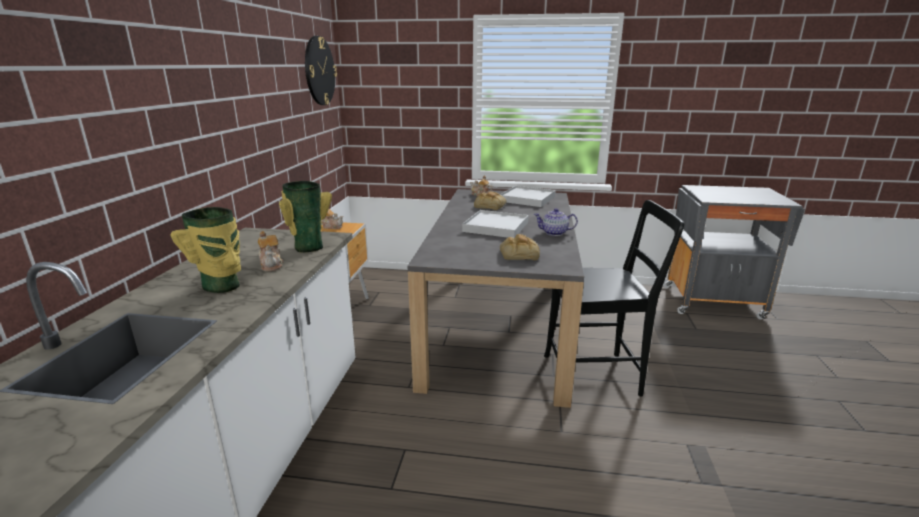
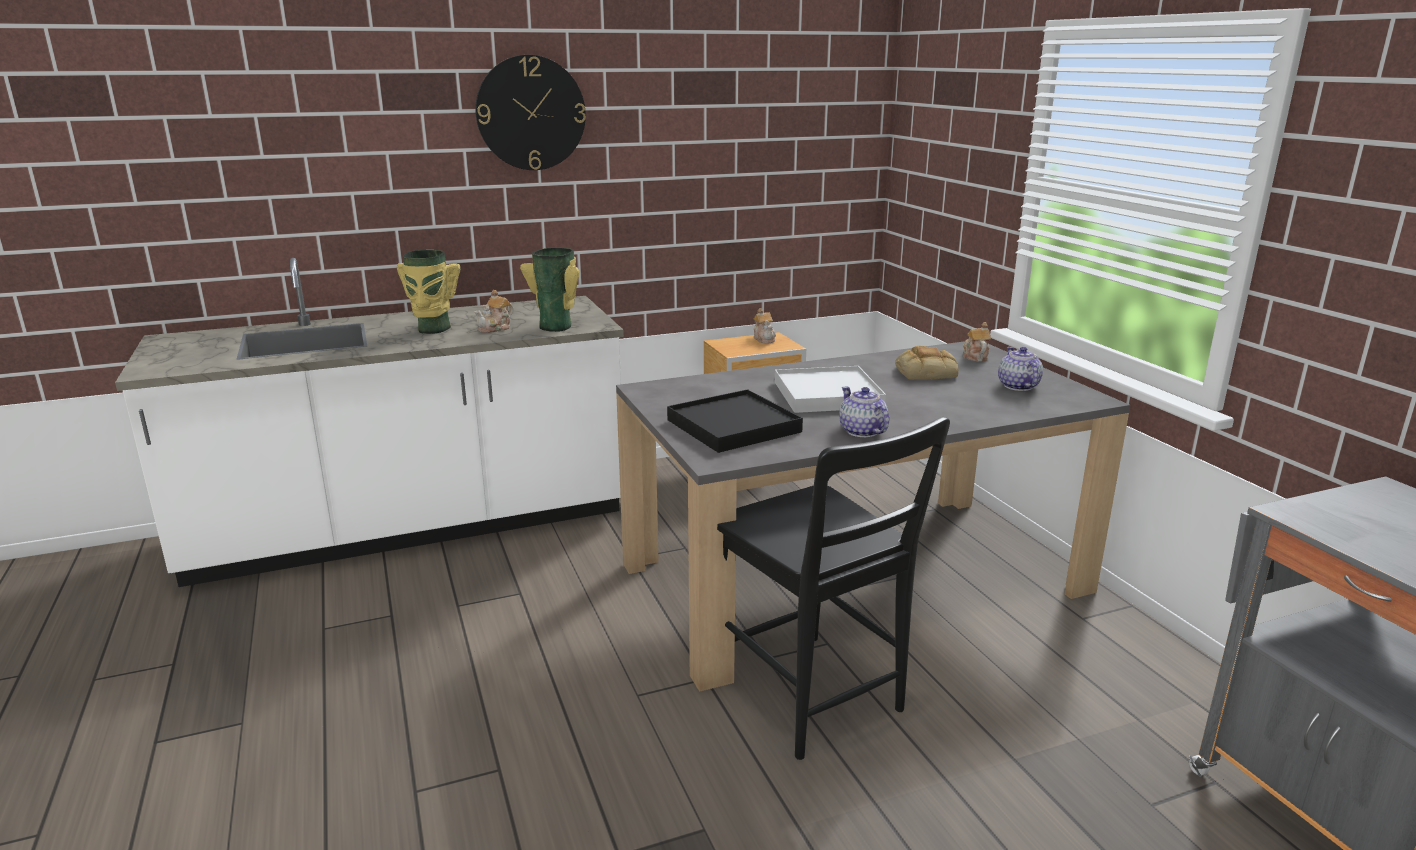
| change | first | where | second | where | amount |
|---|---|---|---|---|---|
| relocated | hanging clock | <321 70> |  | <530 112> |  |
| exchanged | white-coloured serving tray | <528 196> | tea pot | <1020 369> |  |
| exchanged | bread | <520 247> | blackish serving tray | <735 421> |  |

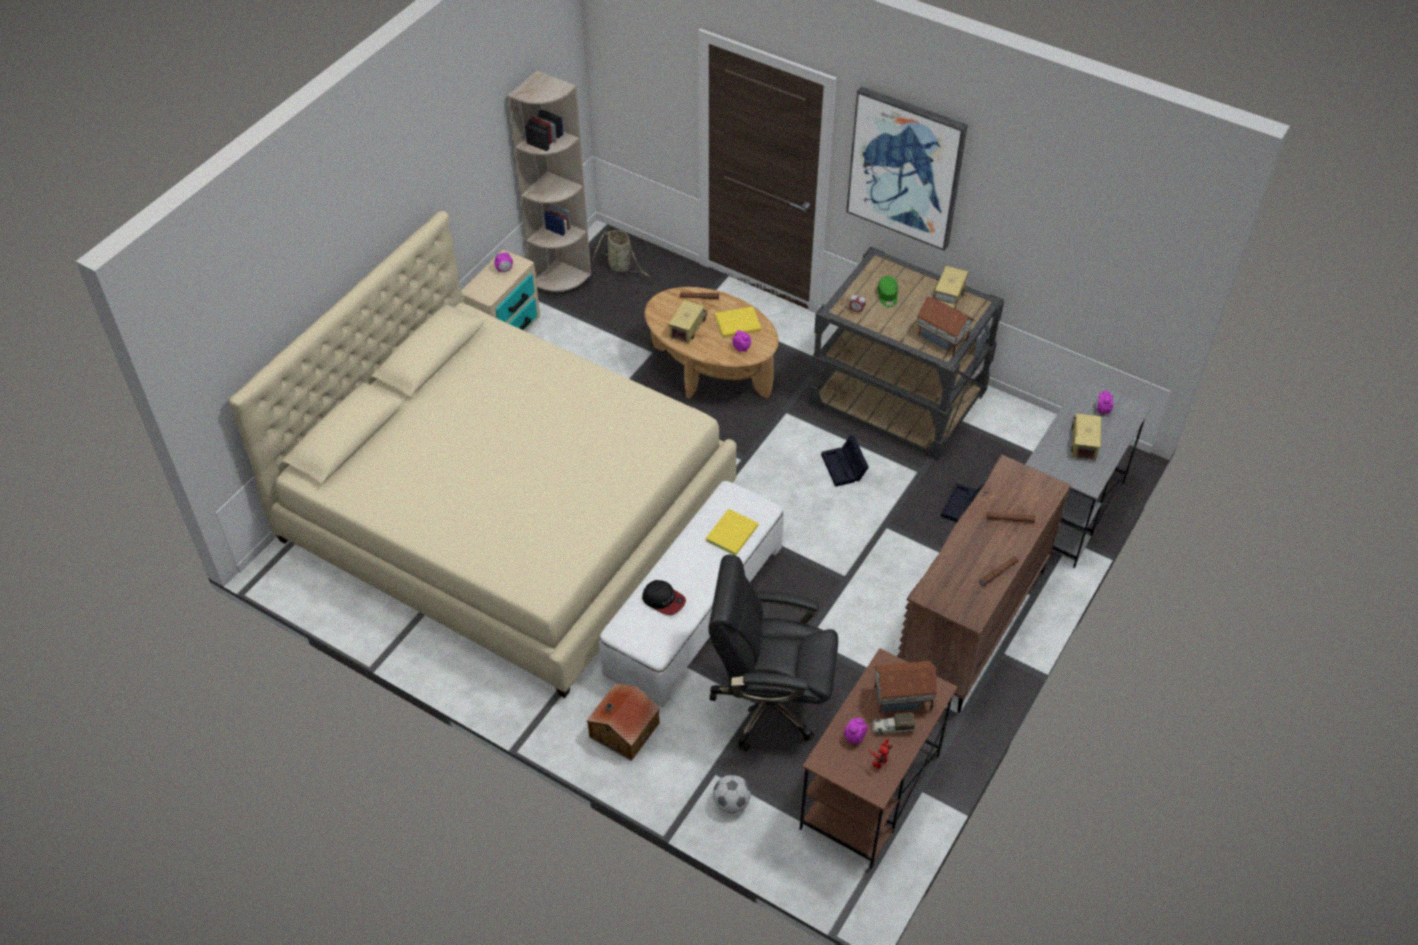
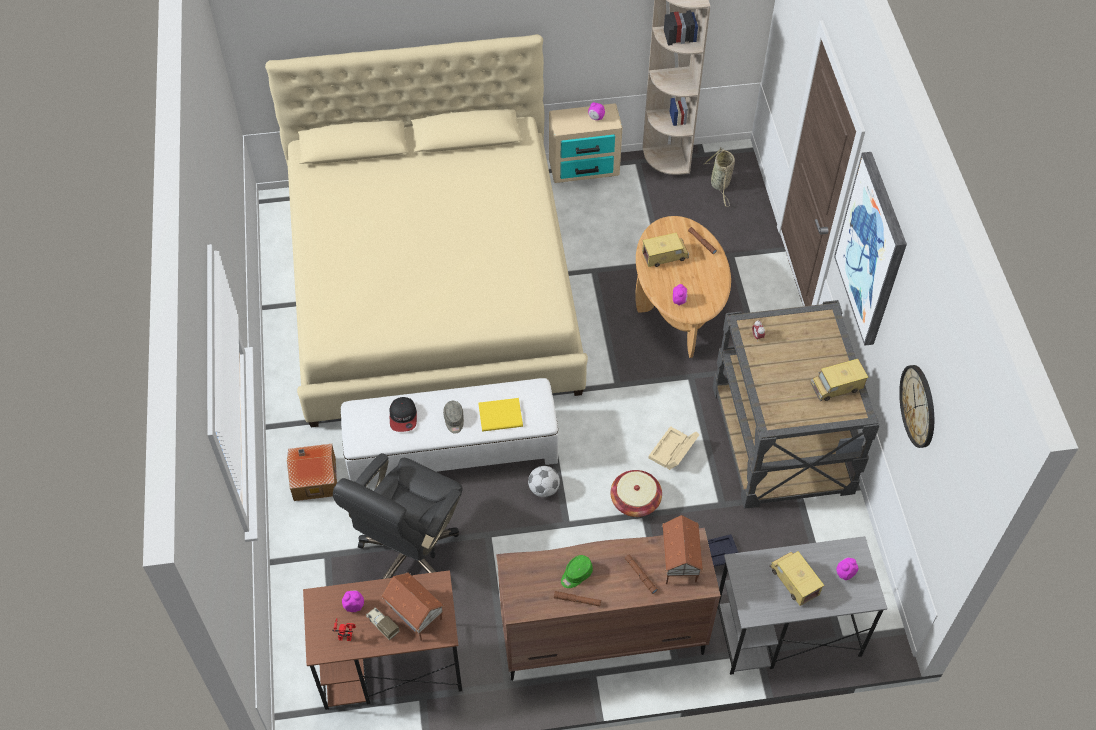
| change | first | where | second | where | amount |
|---|---|---|---|---|---|
| relocated | greenish peaked cap | <887 291> |  | <577 571> |  |
| relocated | model house | <946 326> |  | <682 549> |  |
| missing | yellow book | <738 321> |  |  |  |
| spun | model truck | <1086 437> |  | <797 578> | 90 degrees counterclockwise |
| colour | blackish storage box | <845 461> | beige storage box | <674 448> |  |
| spun | blackish office chair | <773 653> |  | <398 516> | 120 degrees counterclockwise |
| relocated | football ball | <732 794> |  | <544 481> |  |
| appeared |  |  | hanging clock | <916 406> |  |
| appeared |  |  | greyish peaked cap | <453 417> |  |
| appeared |  |  | basket | <636 493> |  |

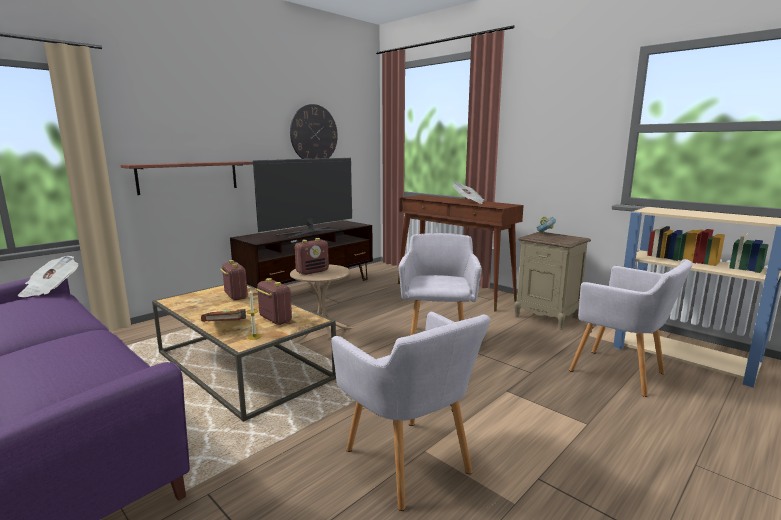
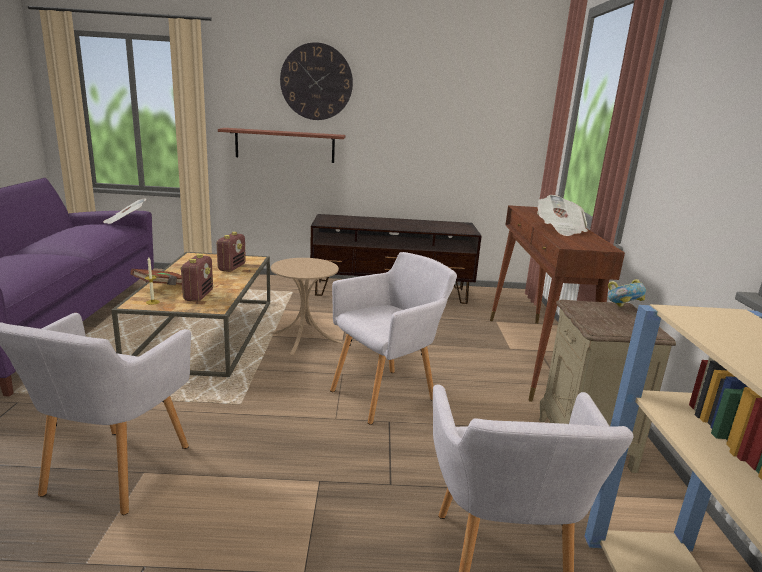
| change | first | where | second | where | amount |
|---|---|---|---|---|---|
| relocated | hanging clock | <314 131> |  | <316 81> |  |
| missing | TV set | <302 198> |  |  |  |
| missing | radio receiver | <312 256> |  |  |  |

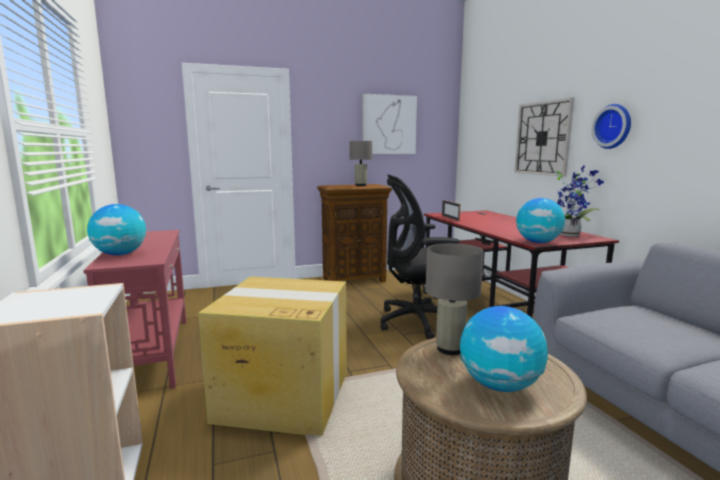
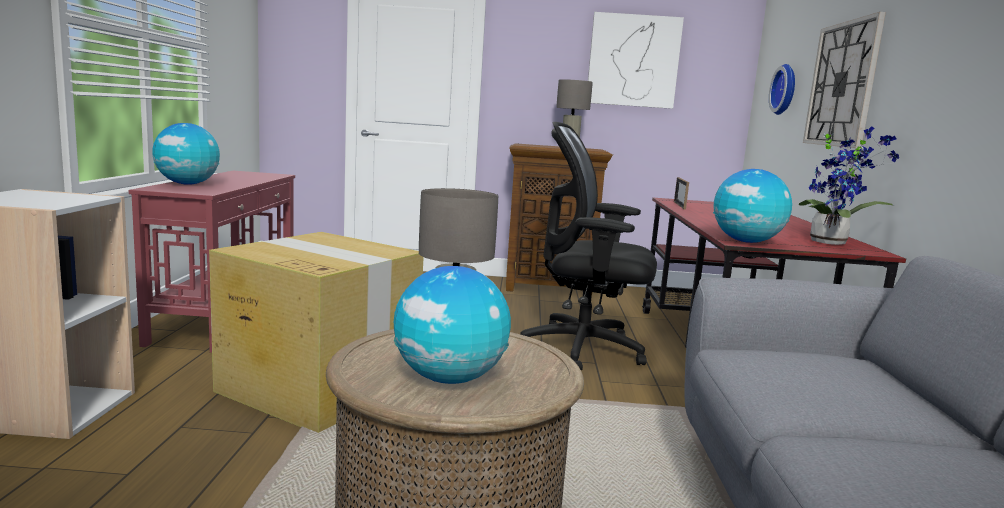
| change | first | where | second | where | amount |
|---|---|---|---|---|---|
| relocated | hanging clock | <611 126> |  | <782 89> |  |

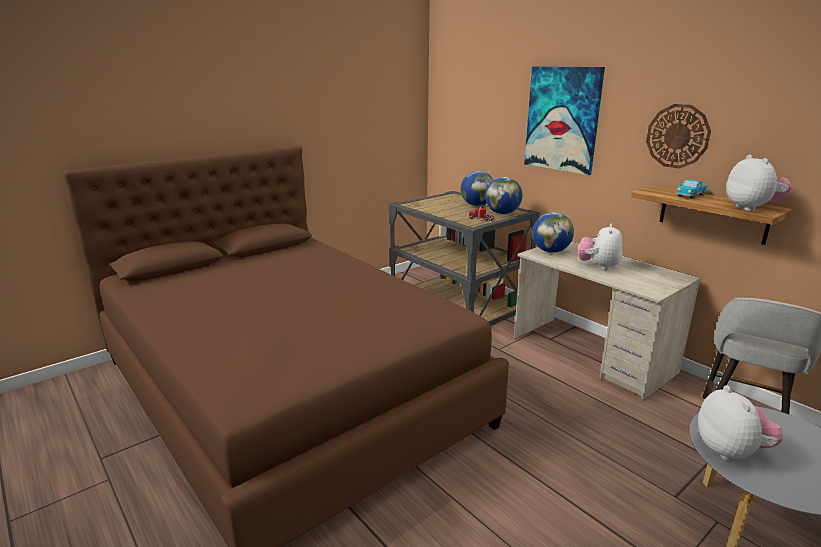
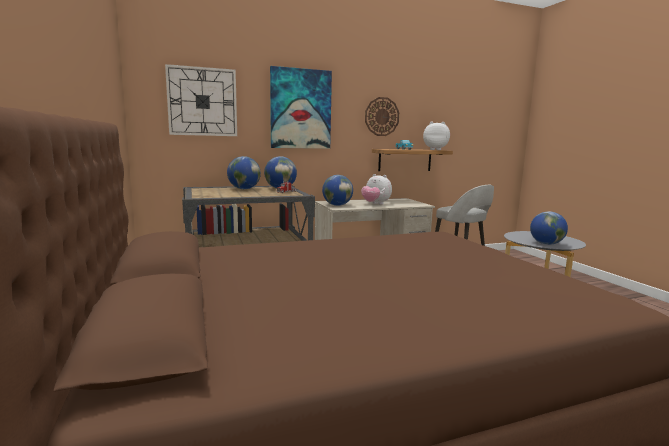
| change | first | where | second | where | amount |
|---|---|---|---|---|---|
| exchanged | soft toy | <740 423> | world globe | <549 228> |  |
| appeared |  |  | hanging clock | <201 100> |  |

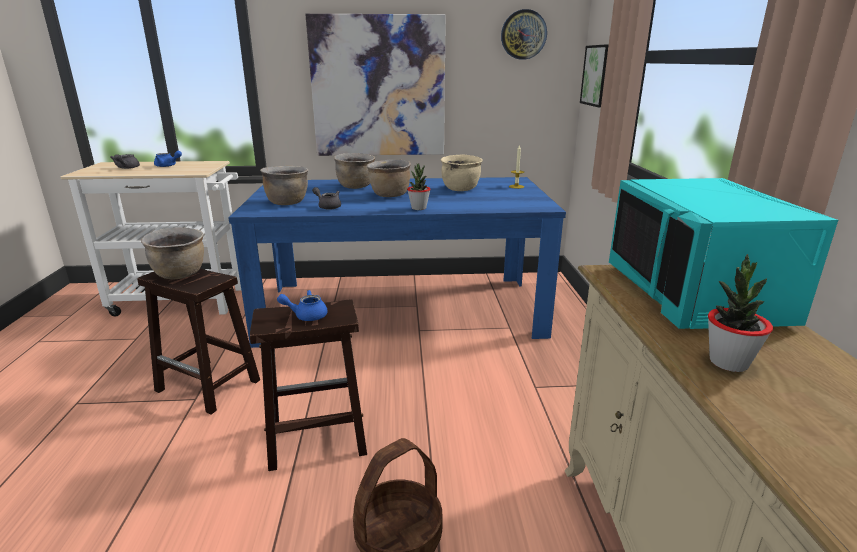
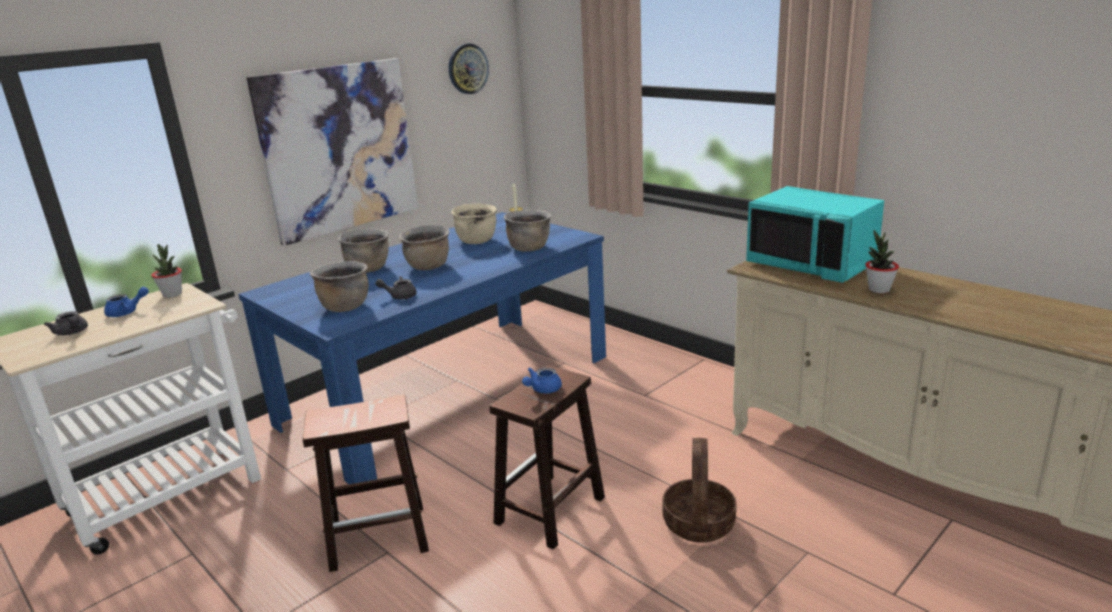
| change | first | where | second | where | amount |
|---|---|---|---|---|---|
| missing | wall picture | <594 76> |  |  |  |
| relocated | potted plant | <419 186> |  | <166 271> |  |
| relocated | brown cooking pot | <172 253> |  | <527 231> |  |

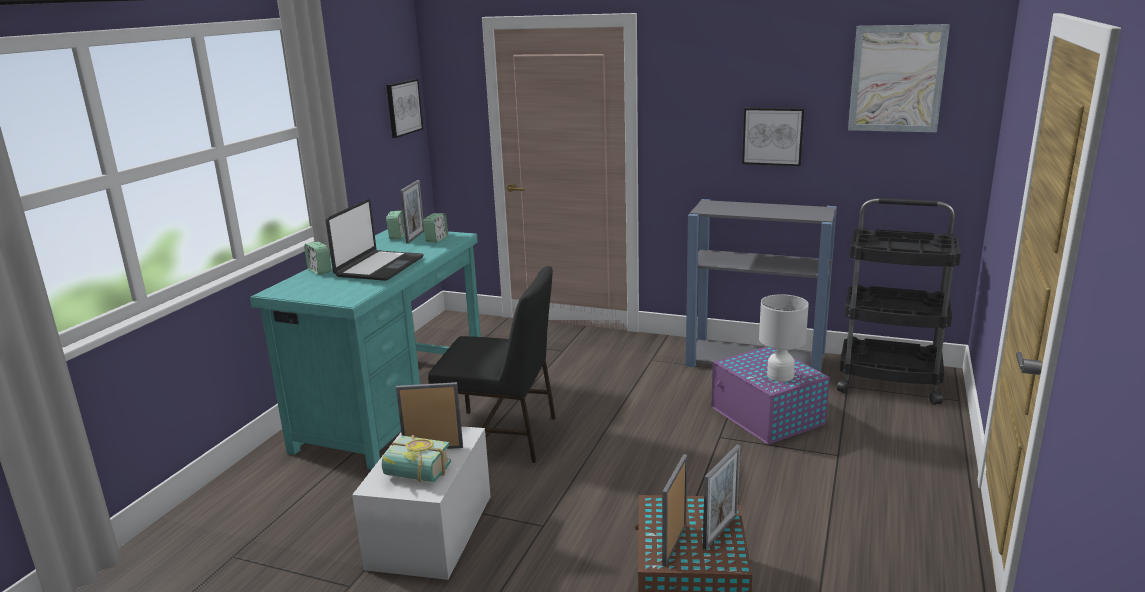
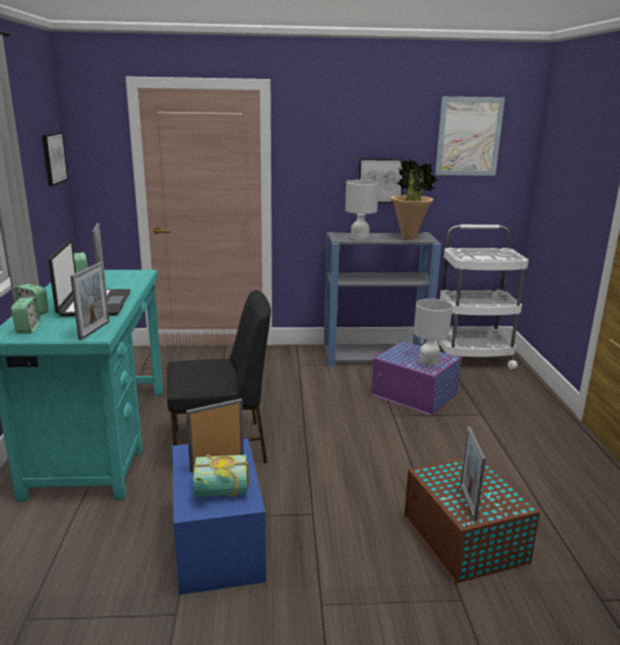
| change | first | where | second | where | amount |
|---|---|---|---|---|---|
| colour | blackish trolley | <899 301> | white-coloured trolley | <482 297> |  |
| relocated | table clock | <435 228> |  | <26 315> |  |
| colour | white-coloured storage box | <421 503> | bluish storage box | <219 516> |  |
| relocated | standing frame | <721 497> |  | <90 301> |  |
| appeared |  |  | potted plant | <414 199> |  |
| appeared |  |  | greyish lamp for a table | <362 210> |  |

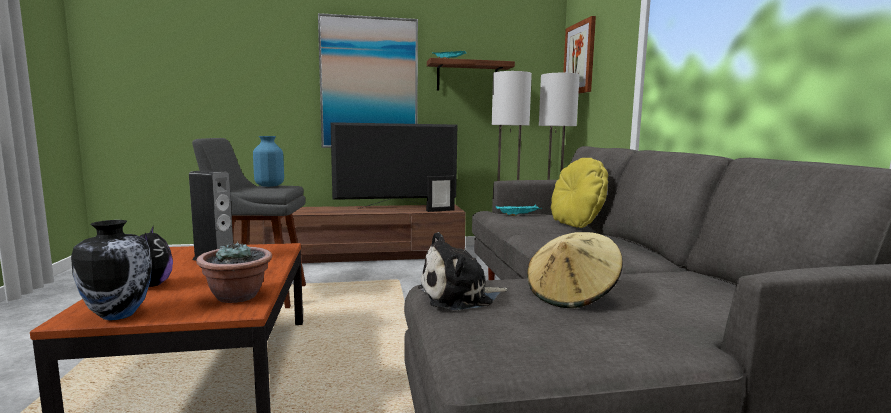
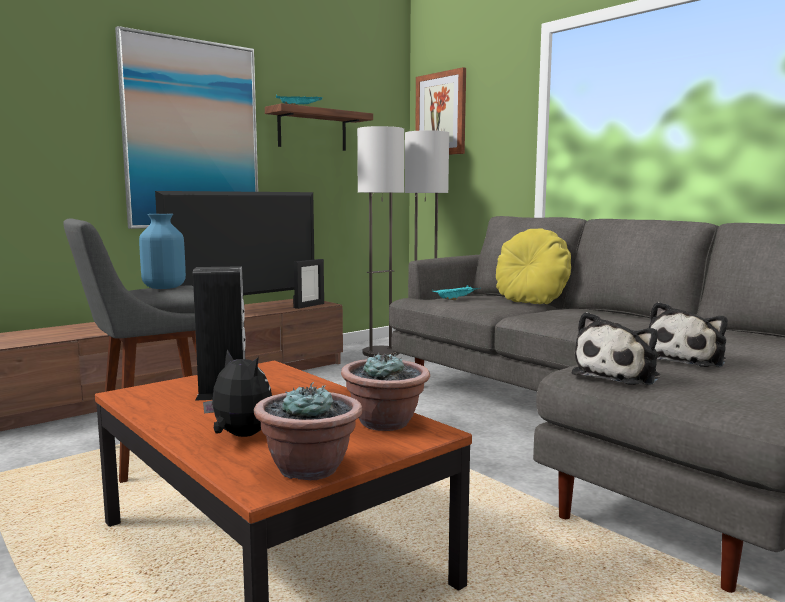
| change | first | where | second | where | amount |
|---|---|---|---|---|---|
| exchanged | flower vase | <111 270> | potted plant | <308 431> |  |
| exchanged | beige wearable hat | <575 270> | soft toy | <688 334> |  |

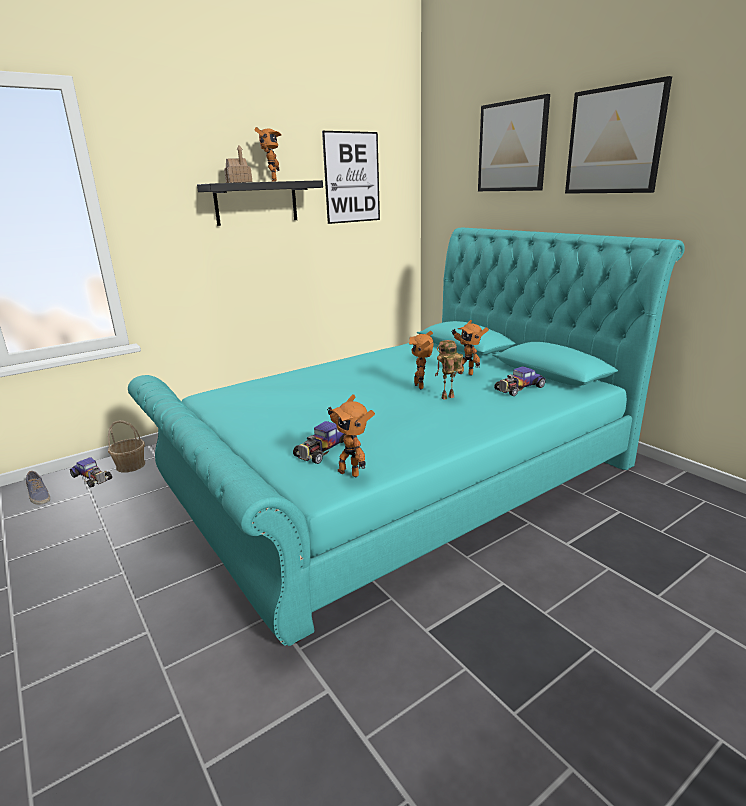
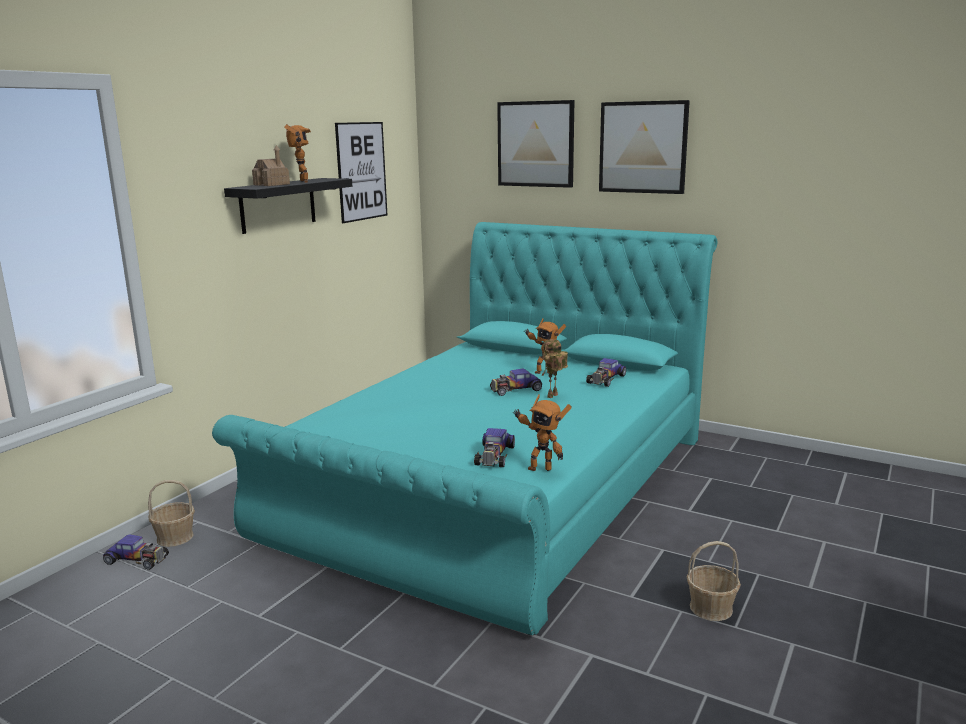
| change | first | where | second | where | amount |
|---|---|---|---|---|---|
| exchanged | robot figure | <421 360> | miniature car | <516 382> |  |
| missing | low shoe | <38 488> |  |  |  |
| appeared |  |  | basket | <714 581> |  |

